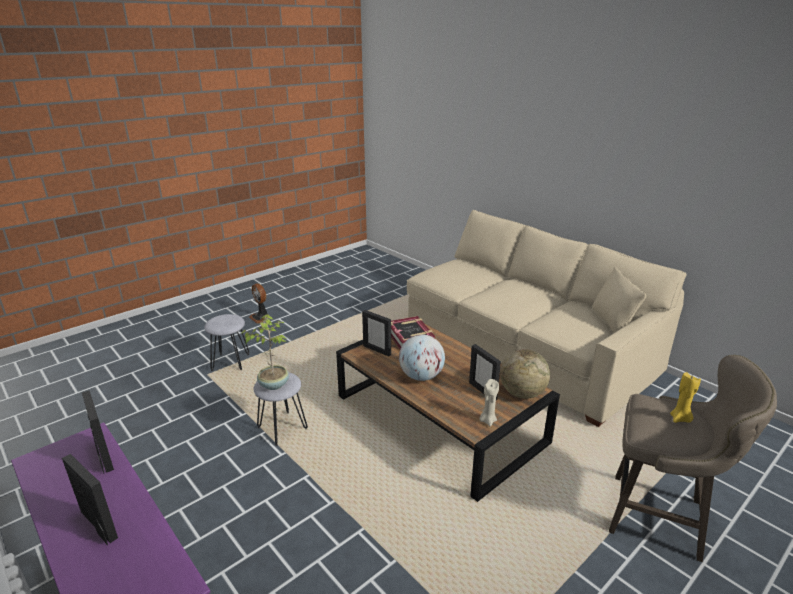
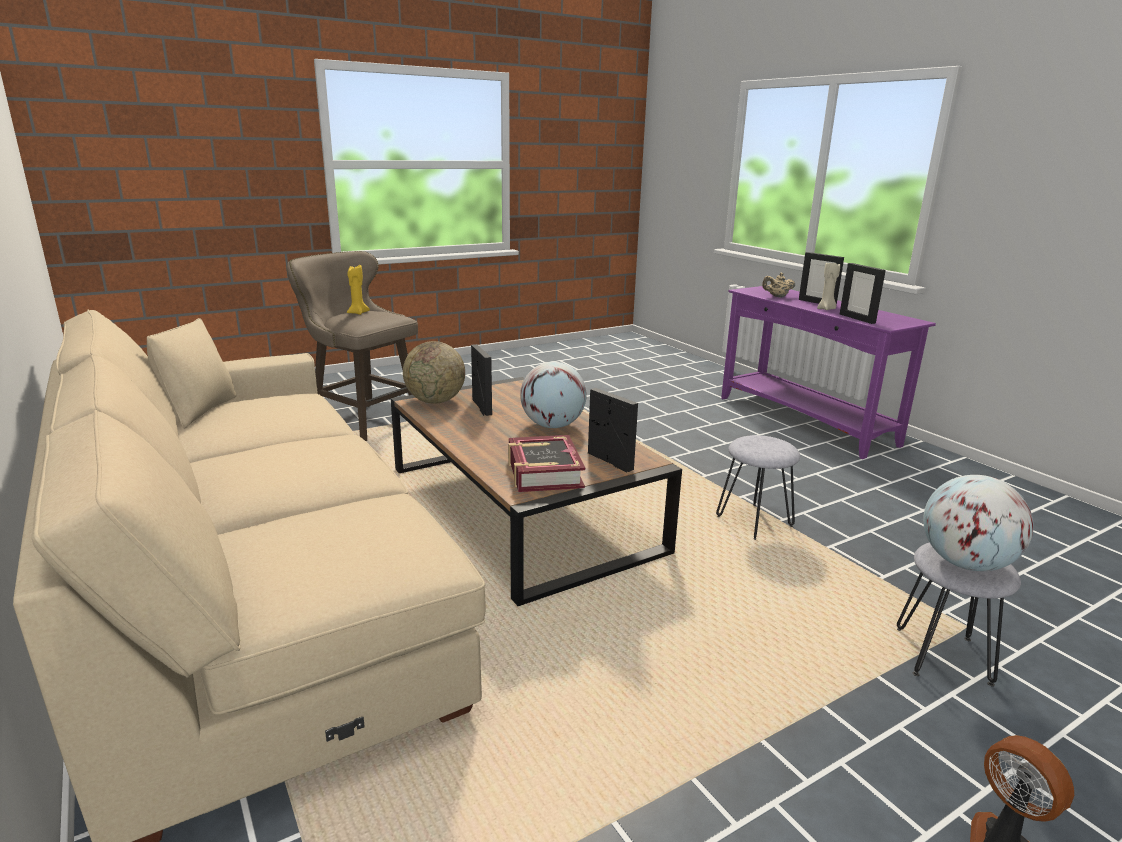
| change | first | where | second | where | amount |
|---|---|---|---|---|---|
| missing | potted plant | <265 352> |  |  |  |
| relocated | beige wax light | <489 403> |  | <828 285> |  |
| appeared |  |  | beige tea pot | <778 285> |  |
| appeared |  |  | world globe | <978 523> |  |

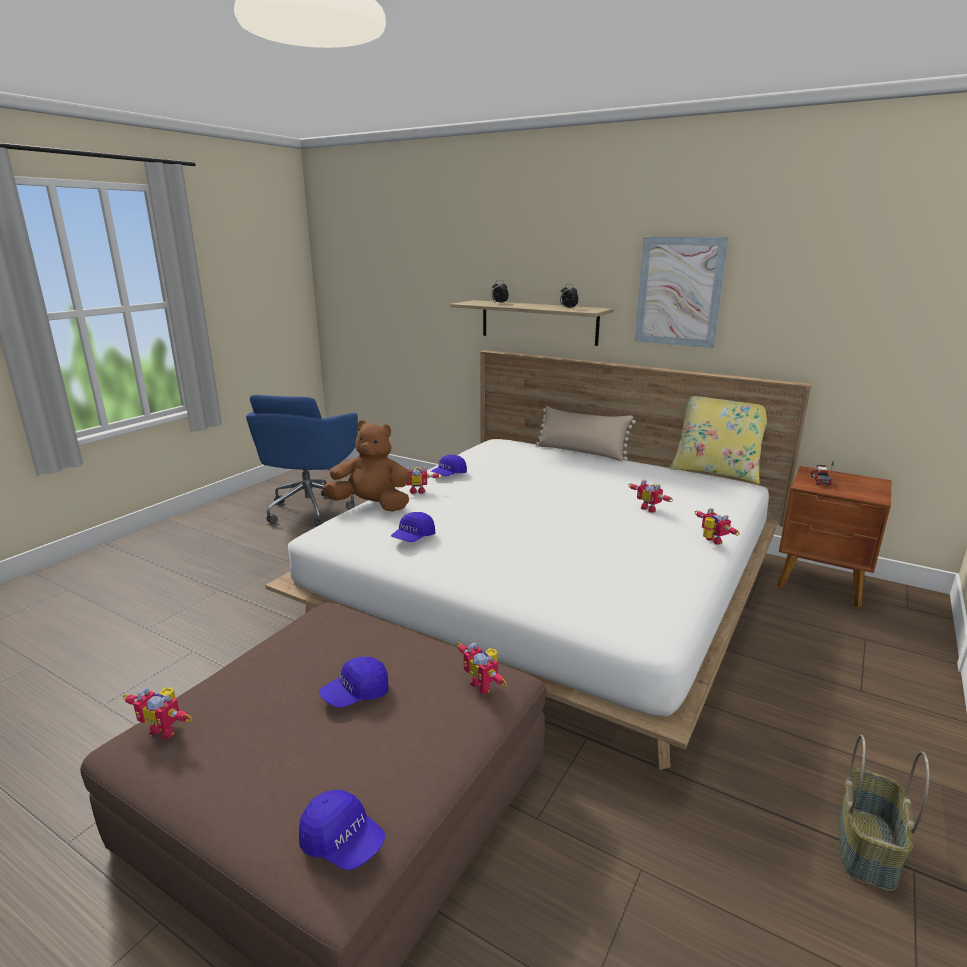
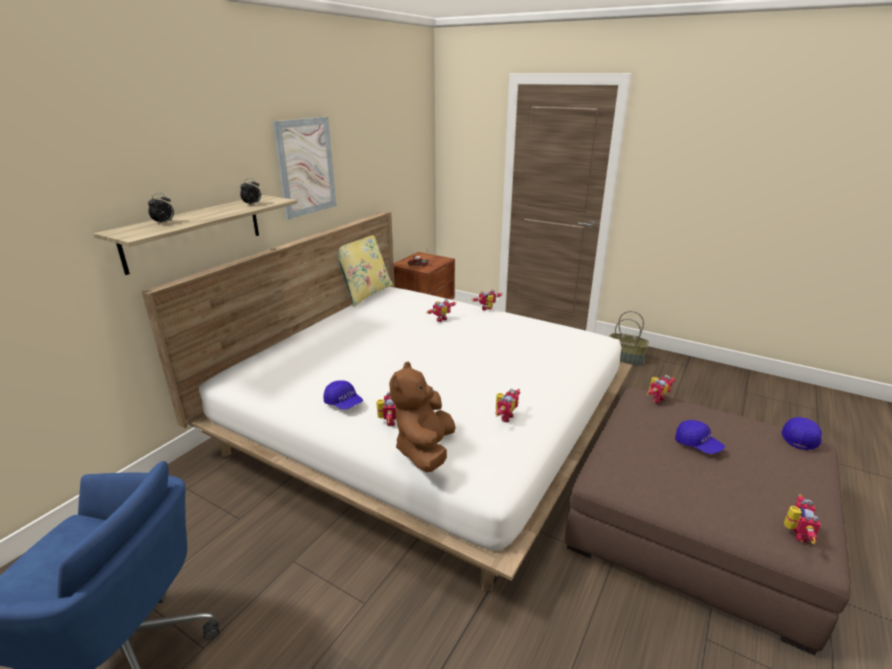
| change | first | where | second | where | amount |
|---|---|---|---|---|---|
| missing | beige throw pillow | <586 433> |  |  |  |
| exchanged | bluish peaked cap | <413 527> | robot figure | <507 405> |  |

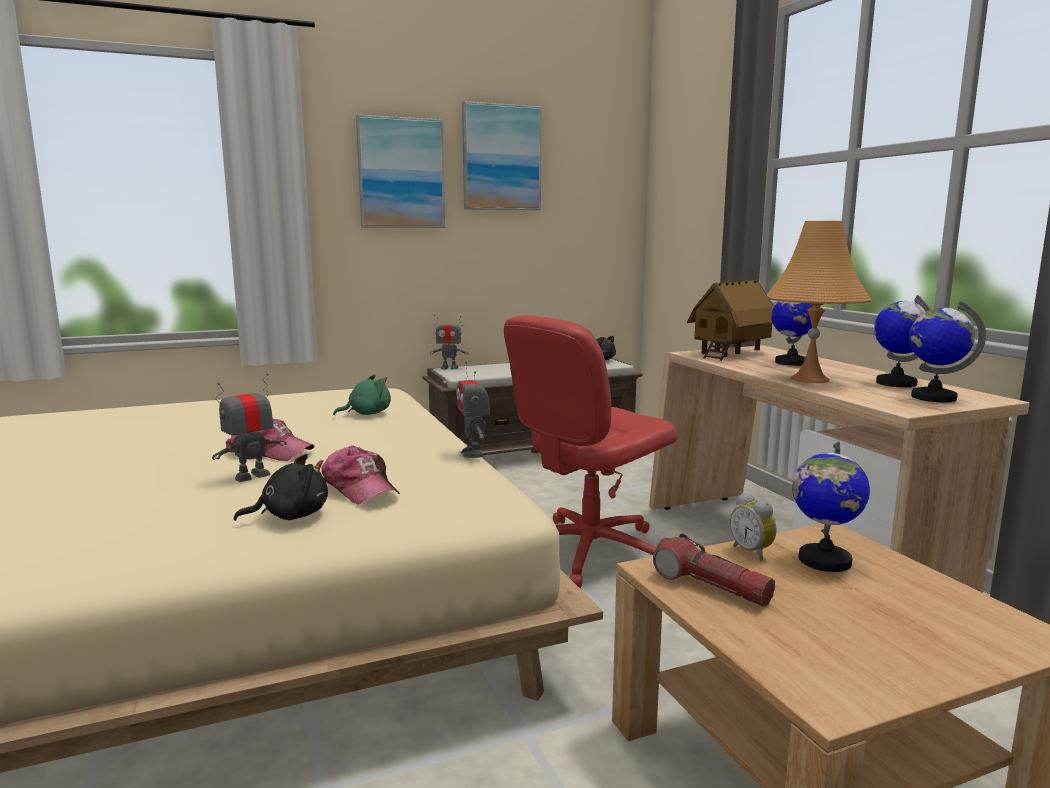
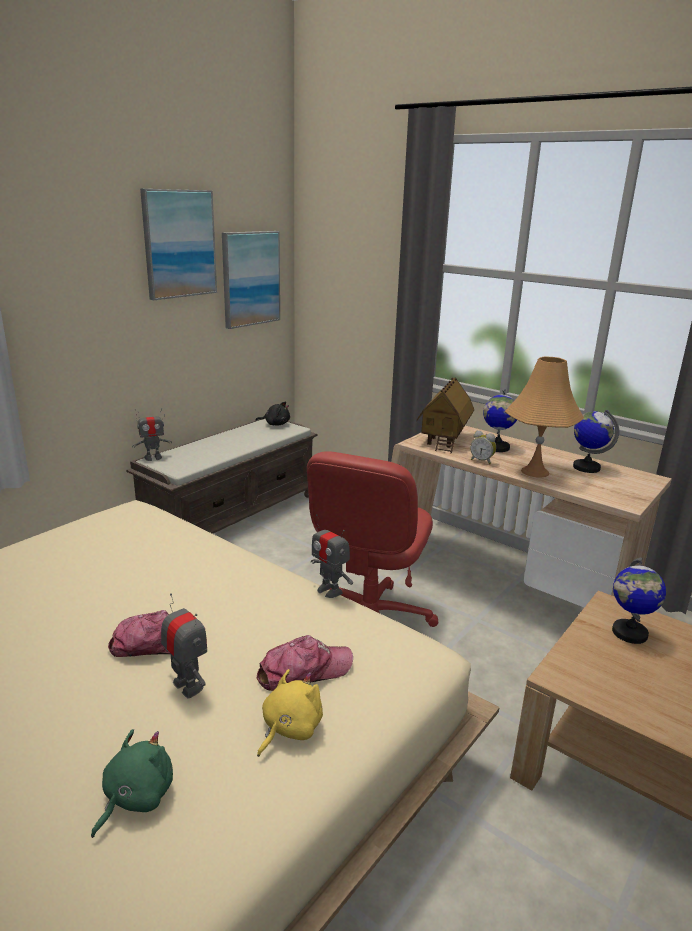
| change | first | where | second | where | amount |
|---|---|---|---|---|---|
| relocated | wall picture | <400 171> |  | <251 280> |  |
| missing | world globe | <947 352> |  |  |  |
| spun | robot figure | <249 427> |  | <184 646> | 120 degrees clockwise |
| relocated | greenish soft toy | <362 394> |  | <132 783> |  |
| spun | peaked cap | <360 475> |  | <304 663> | 45 degrees counterclockwise |
| colour | blackish soft toy | <281 487> | yellow soft toy | <290 713> |  |
| relocated | table clock | <753 526> |  | <483 448> |  |
| missing | flashlight | <714 570> |  |  |  |

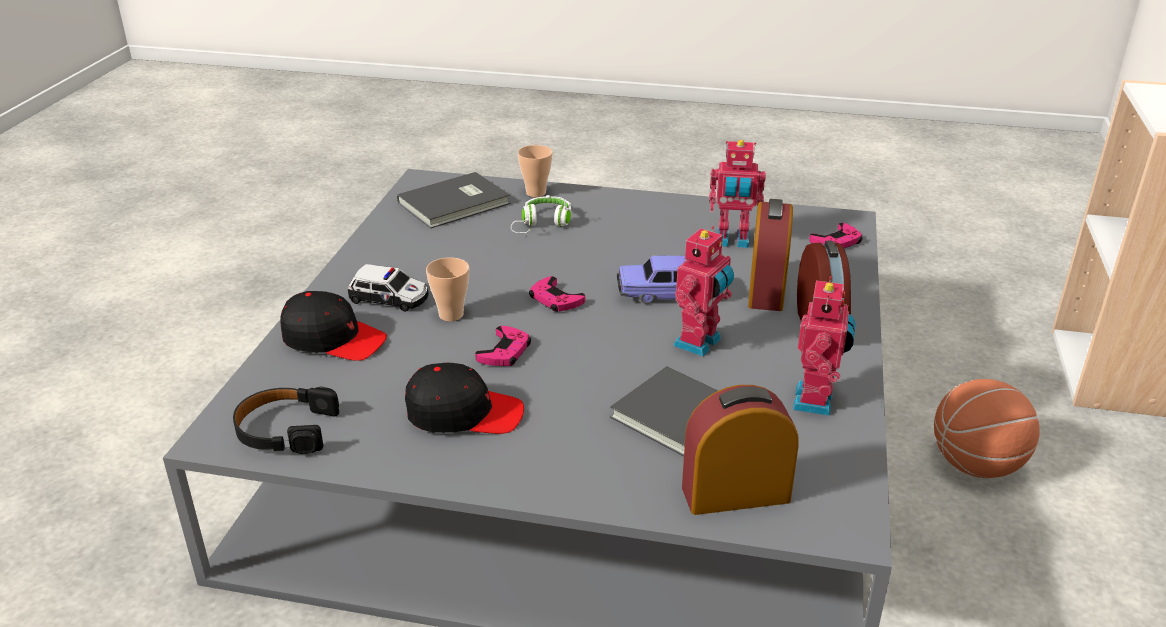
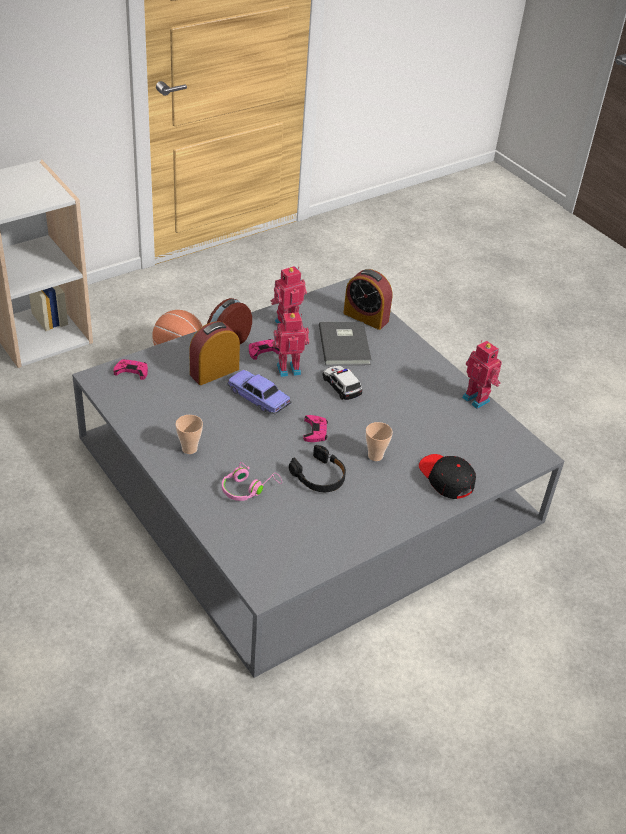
| change | first | where | second | where | amount |
|---|---|---|---|---|---|
| relocated | robot figure | <737 194> |  | <482 374> |  |
| relocated | drinking cup | <535 171> |  | <189 434> |  |
| missing | greyish book | <454 200> |  |  |  |
| colour | white-coloured headphones | <541 214> | pinkish headphones | <252 481> |  |
| relocated | miniature car | <388 288> |  | <342 383> |  |
| relocated | pinkish game controller | <503 346> |  | <264 349> |  |
| missing | blackish peaked cap | <464 398> |  |  |  |
| relocated | blackish headphones | <286 420> |  | <317 468> |  |

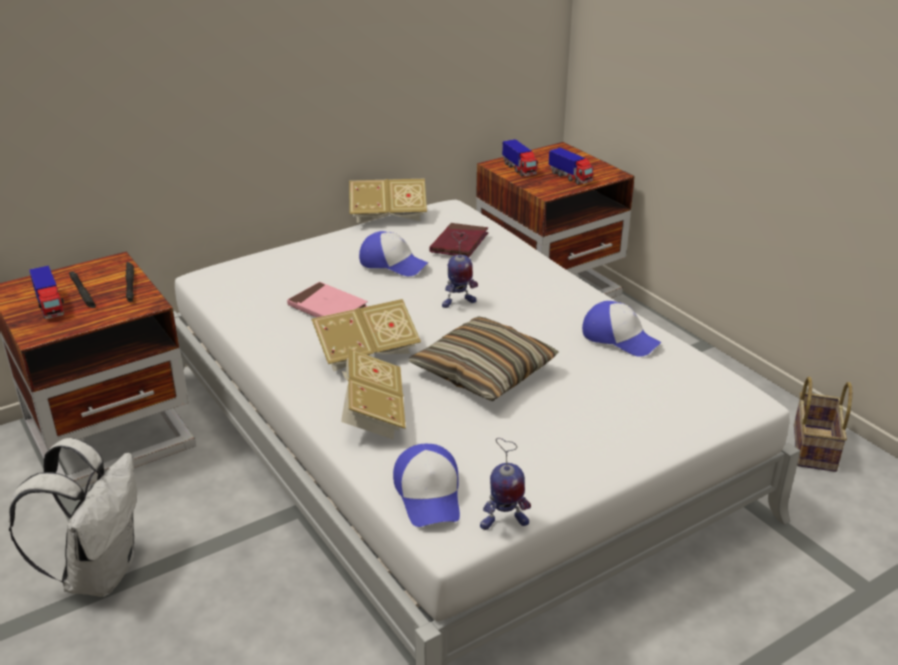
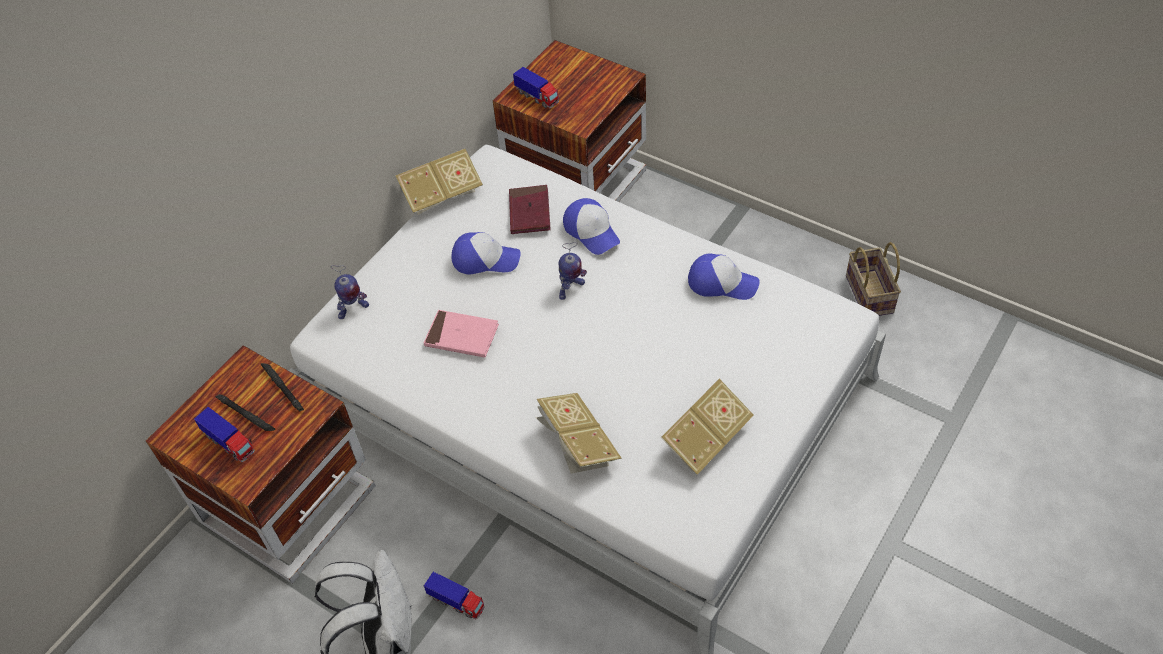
| change | first | where | second | where | amount |
|---|---|---|---|---|---|
| relocated | model truck | <571 166> |  | <454 596> |  |
| relocated | book | <366 335> |  | <707 427> |  |
| missing | throw pillow | <484 358> |  |  |  |
| relocated | robot figure | <505 484> |  | <350 292> |  |
| relocated | peaked cap | <426 485> |  | <591 226> |  |

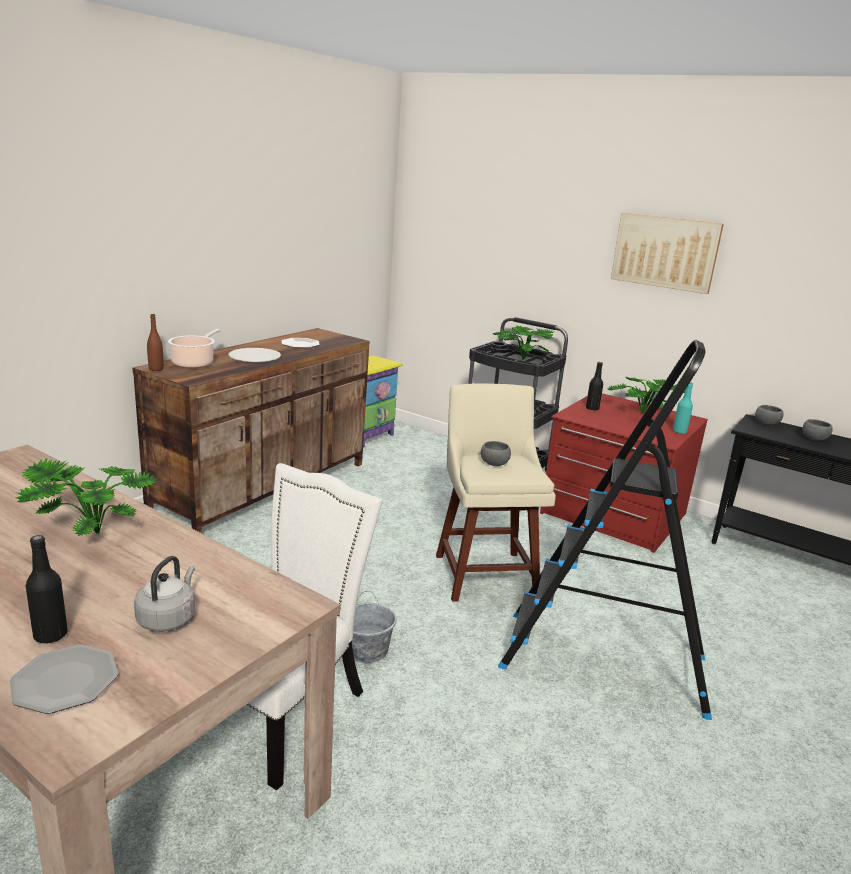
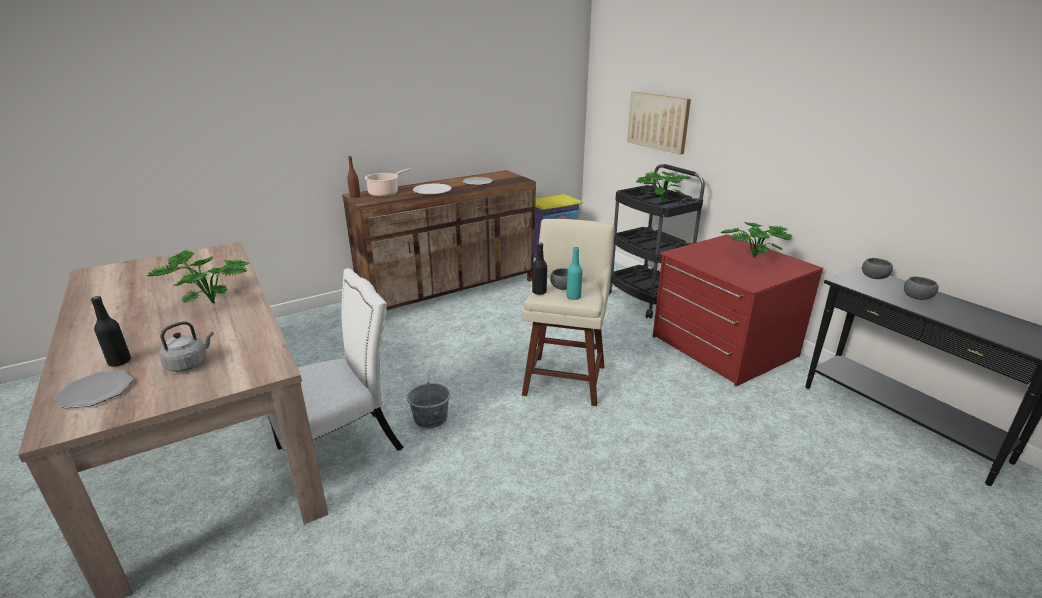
| change | first | where | second | where | amount |
|---|---|---|---|---|---|
| relocated | wall picture | <667 253> |  | <659 123> |  |
| missing | blackish step ladder | <605 530> |  |  |  |
| relocated | blackish bottle | <594 386> |  | <539 269> |  |
| relocated | blue-green bottle | <683 408> |  | <574 273> |  |

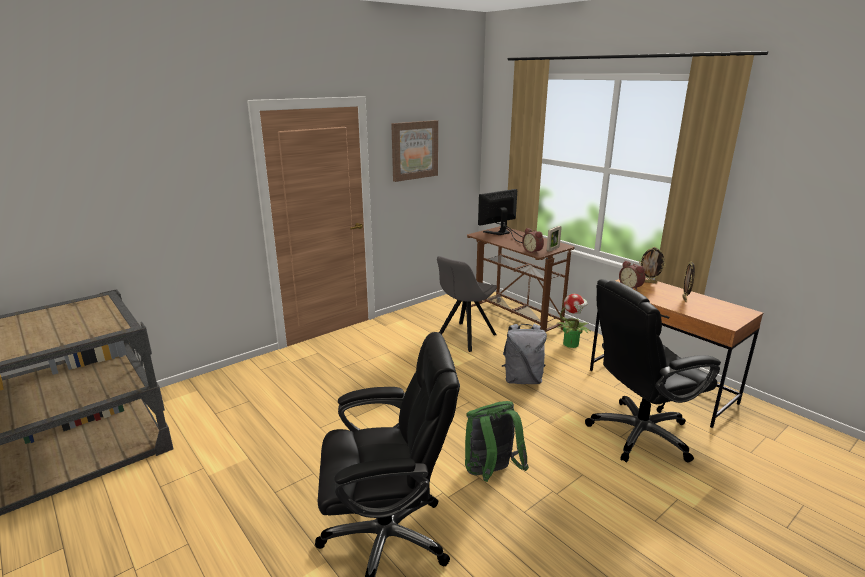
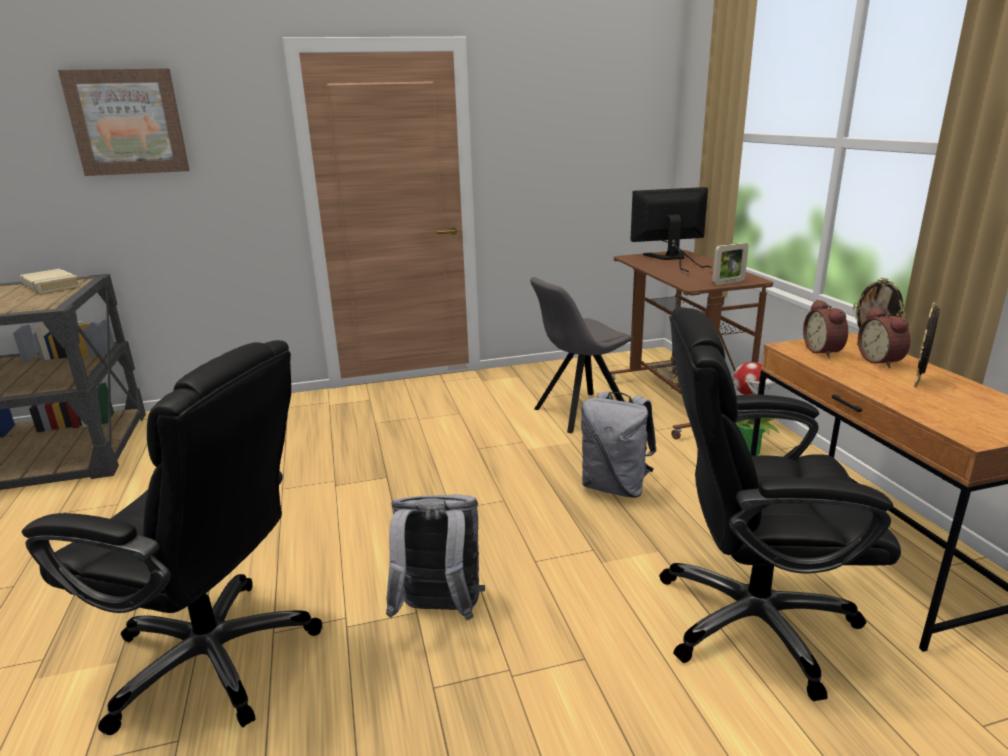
| change | first | where | second | where | amount |
|---|---|---|---|---|---|
| relocated | wall picture | <414 151> |  | <124 122> |  |
| relocated | table clock | <533 241> |  | <884 337> |  |
| colour | greenish rucksack | <497 441> | greyish rucksack | <435 557> |  |
| appeared |  |  | beige book | <50 281> |  |

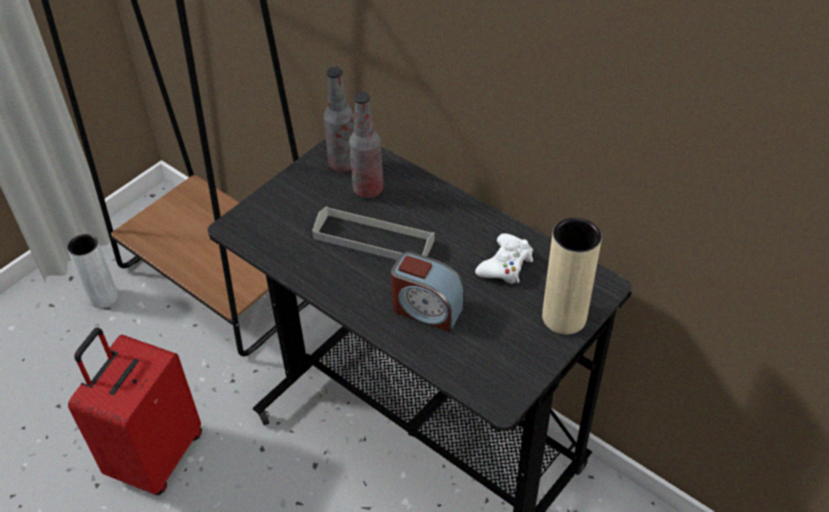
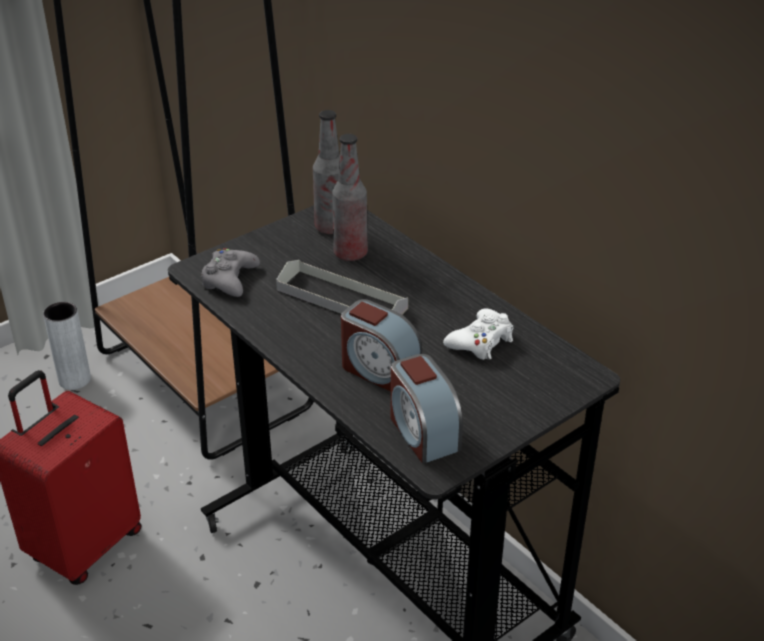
| change | first | where | second | where | amount |
|---|---|---|---|---|---|
| missing | beige flower vase | <572 276> |  |  |  |
| appeared |  |  | greyish game controller | <231 272> |  |
| appeared |  |  | table clock | <427 409> |  |

